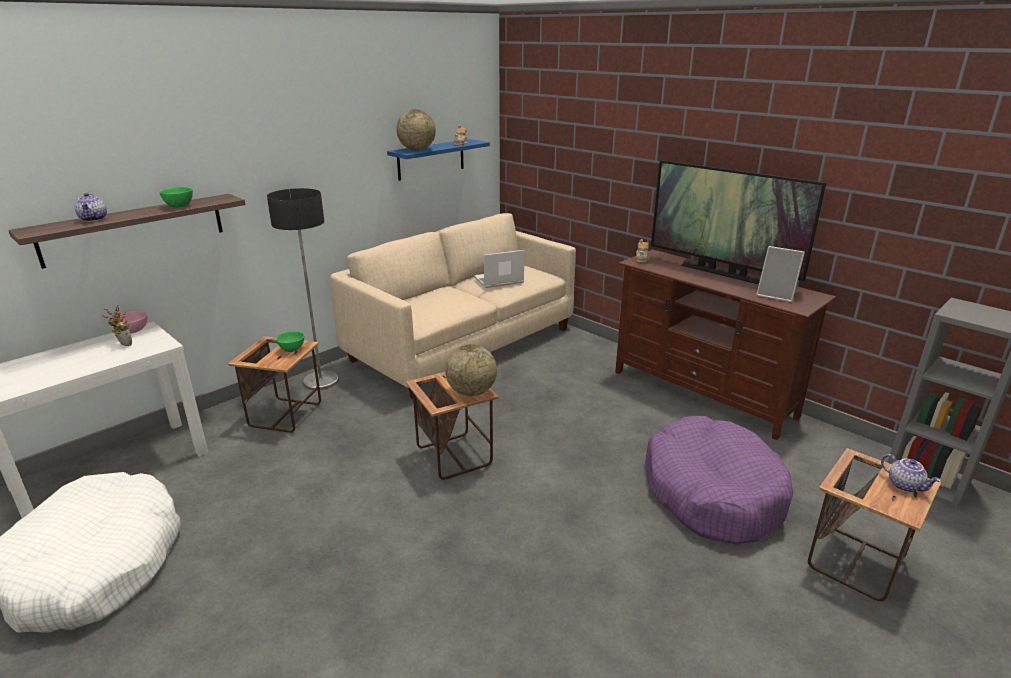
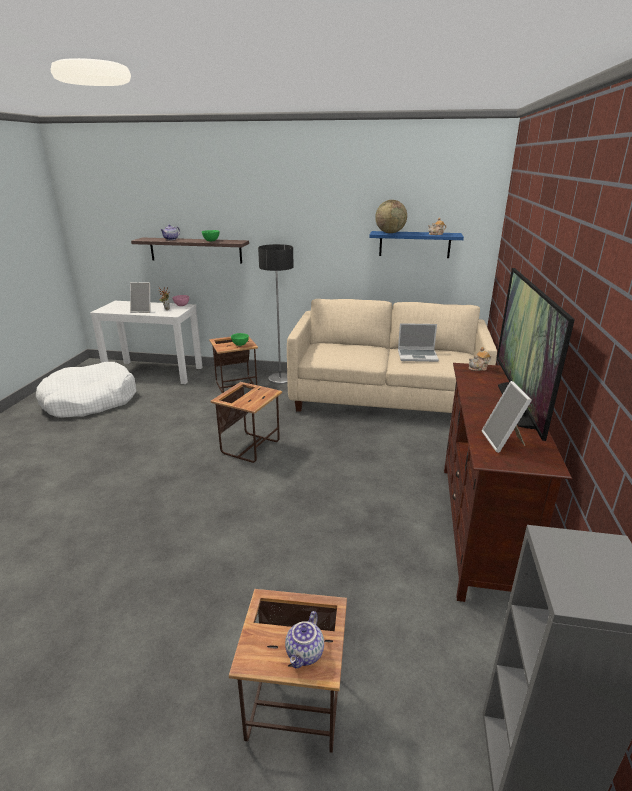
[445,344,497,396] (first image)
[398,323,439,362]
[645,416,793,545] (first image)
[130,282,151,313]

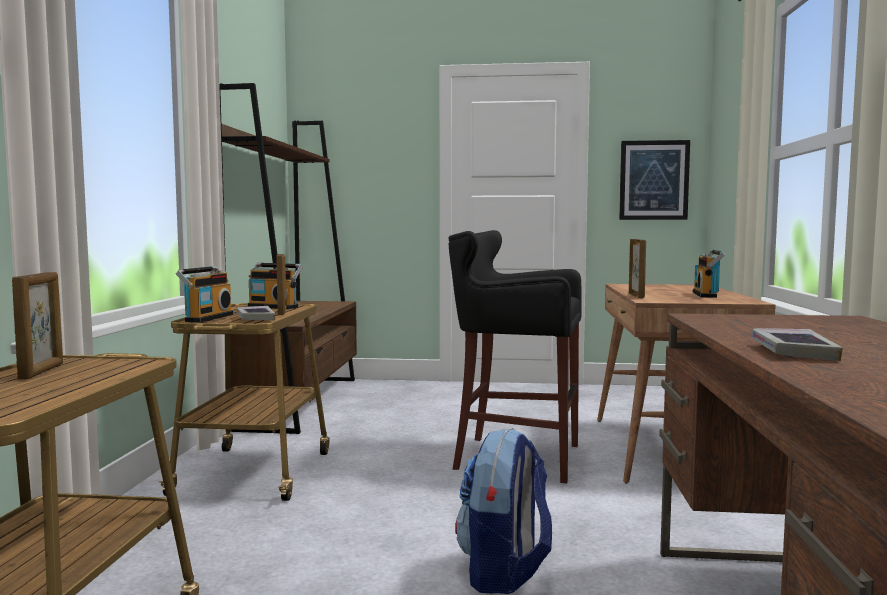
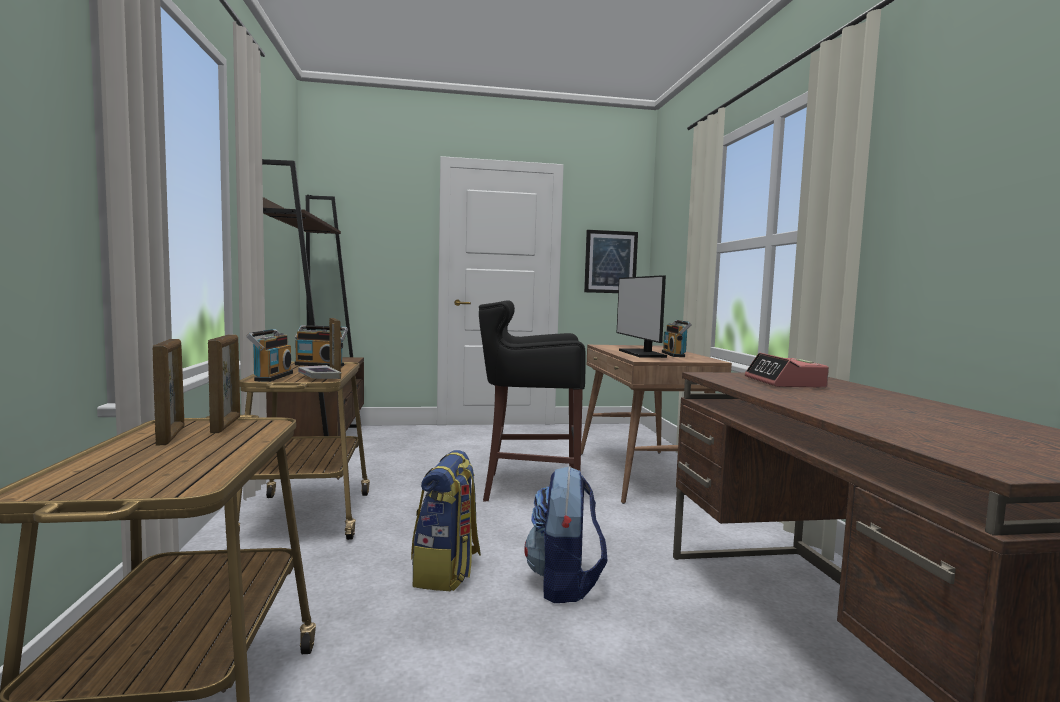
[208,334,240,433]
[751,328,843,361] (first image)
[411,450,481,591]
[617,275,667,358]
[745,353,829,388]

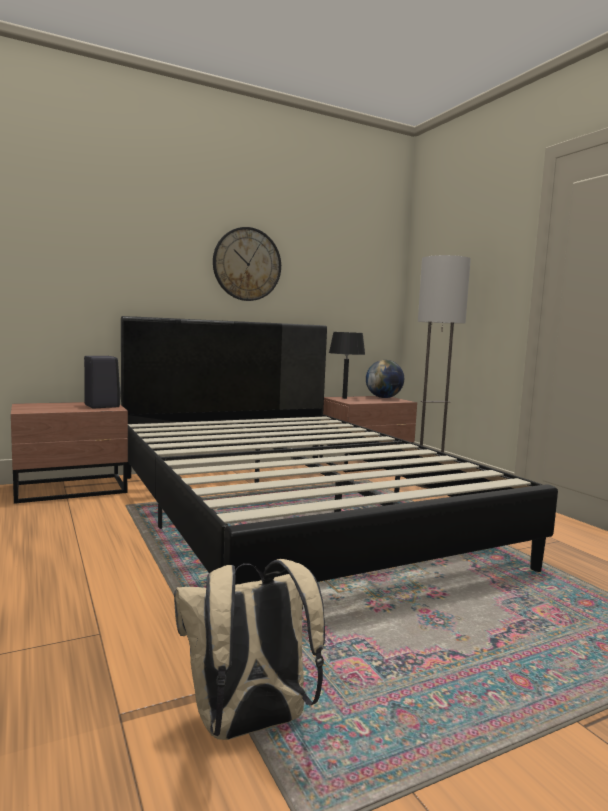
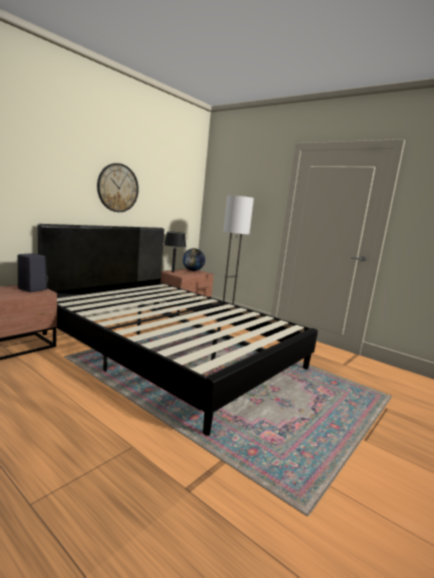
[174,559,325,740] (first image)

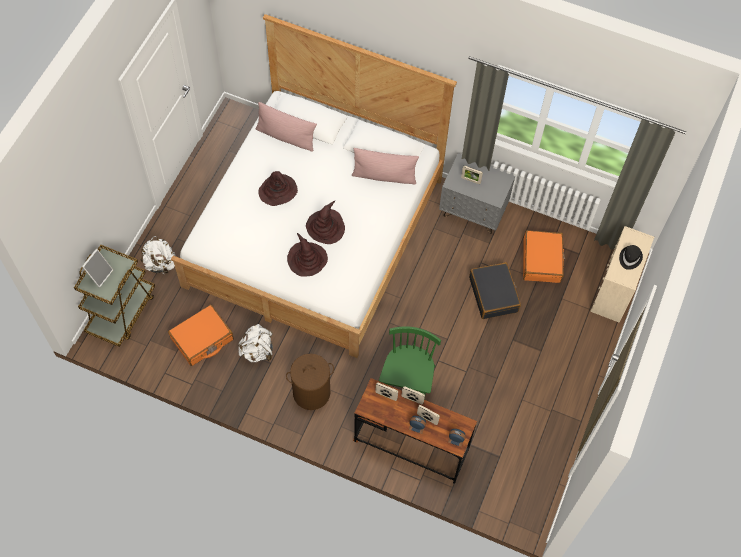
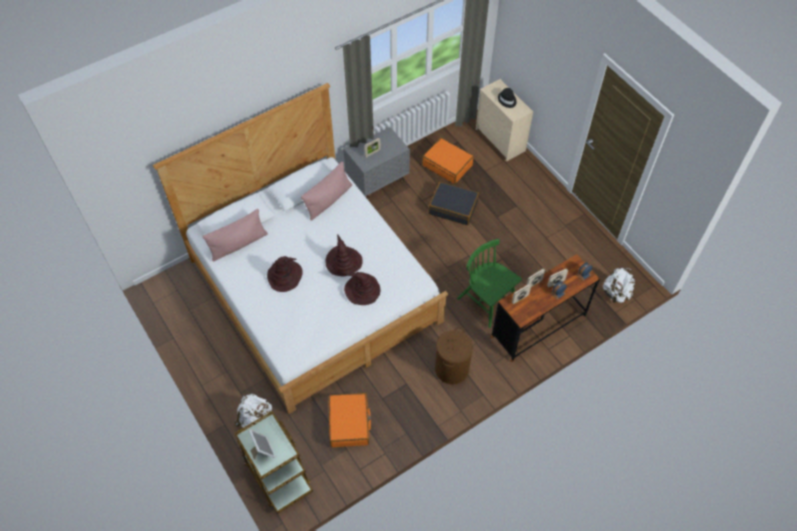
[603,268,635,303]

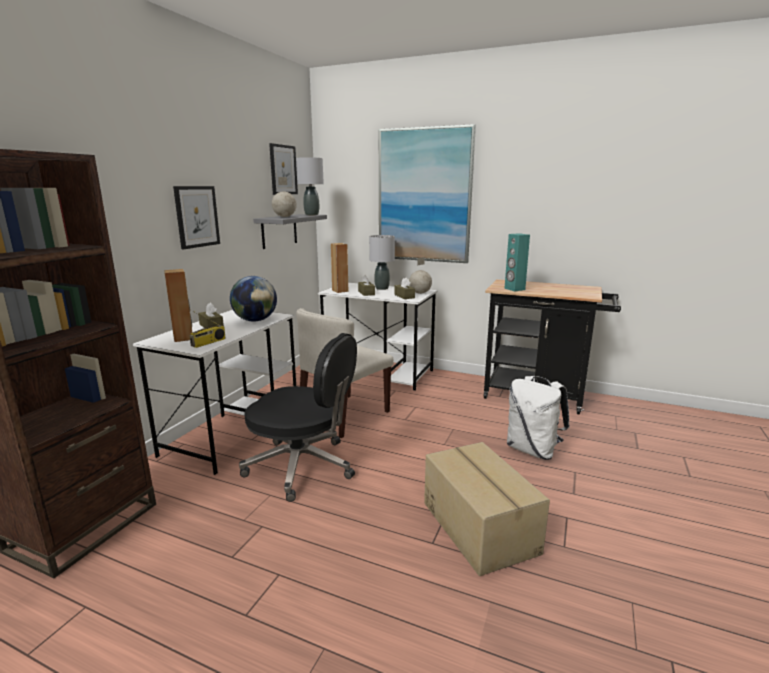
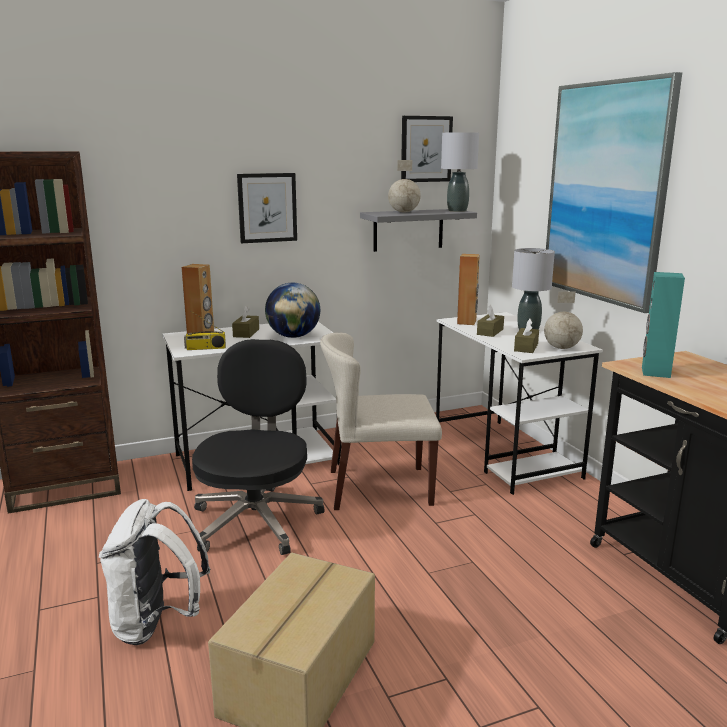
[192,339,325,555]
[99,499,210,645]

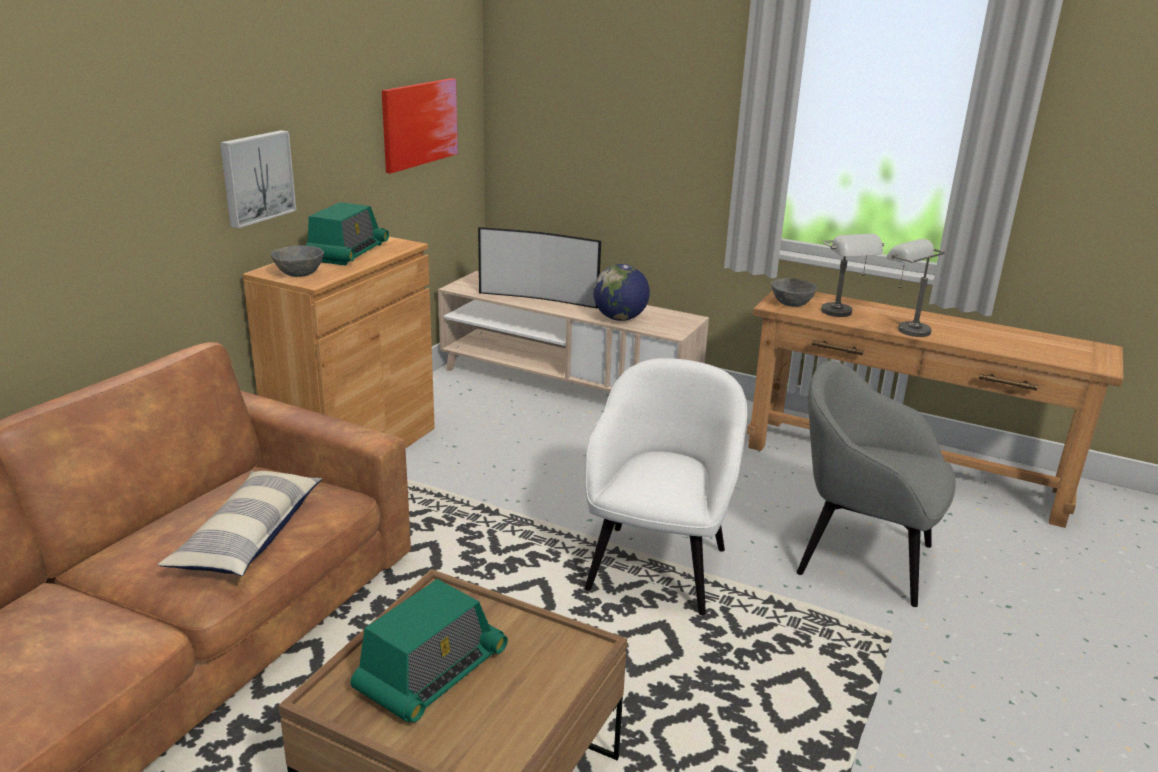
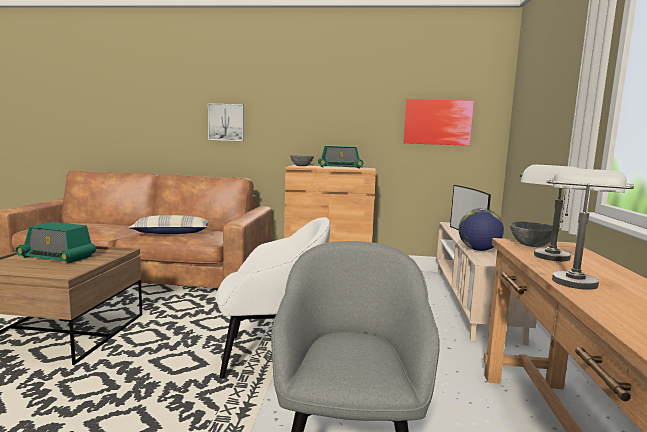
[208,103,244,141]

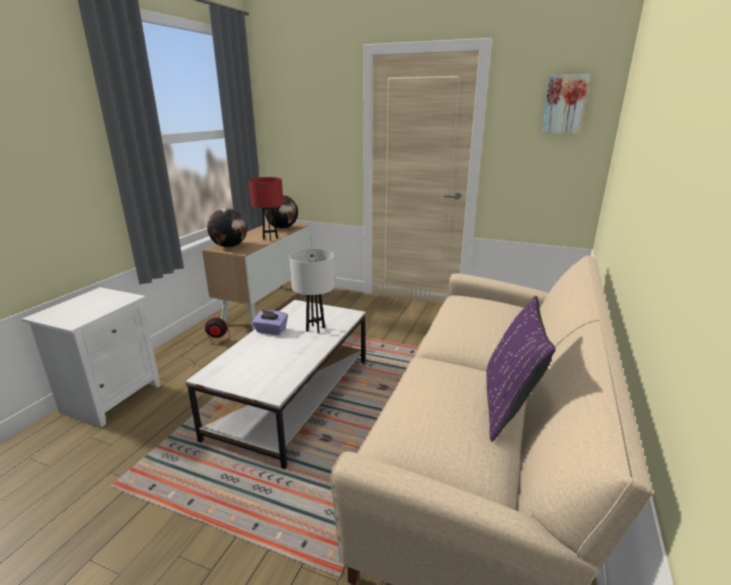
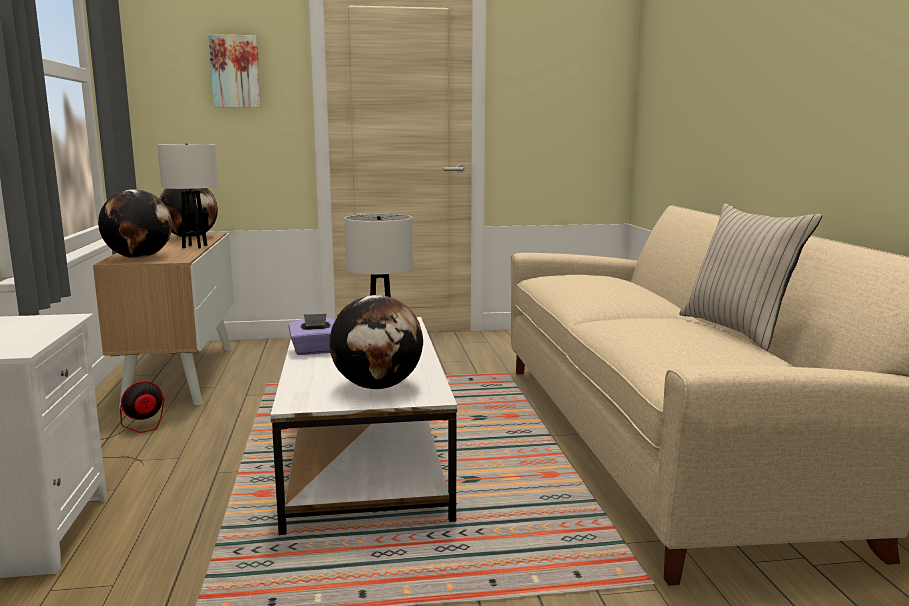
[157,144,218,248]
[679,203,822,351]
[209,34,261,108]
[329,295,423,389]

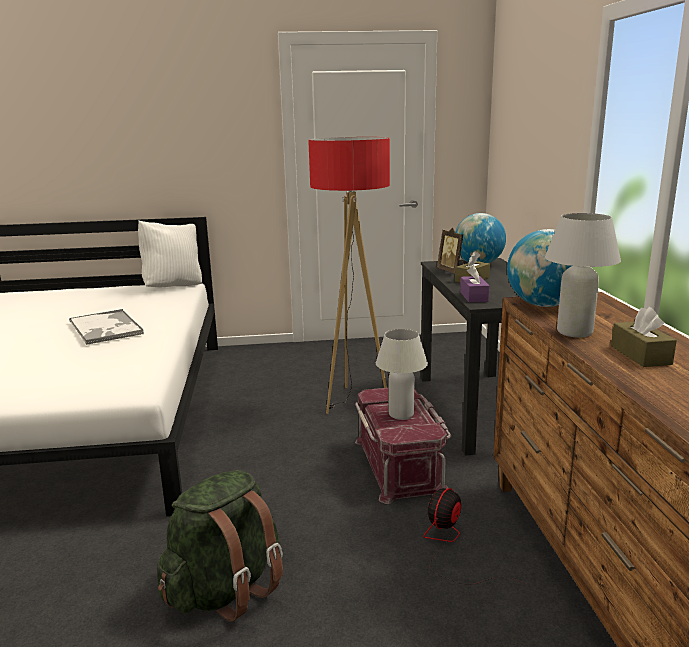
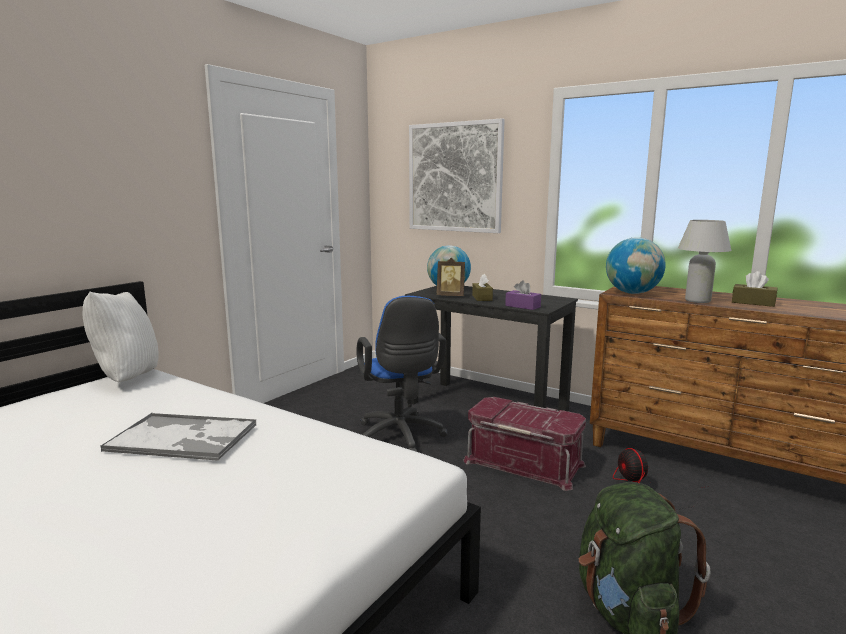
[356,296,447,452]
[376,329,428,420] (first image)
[409,119,505,233]

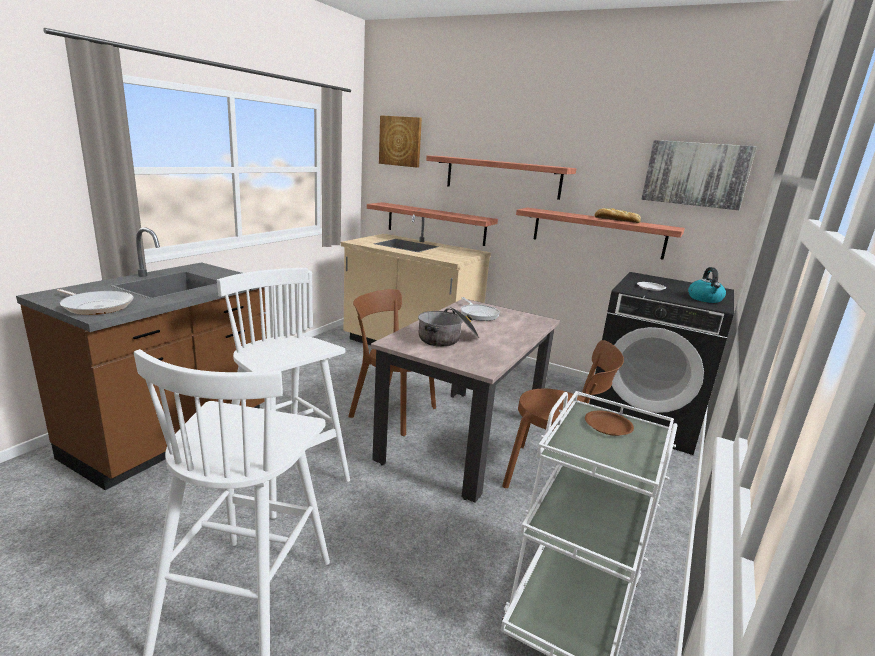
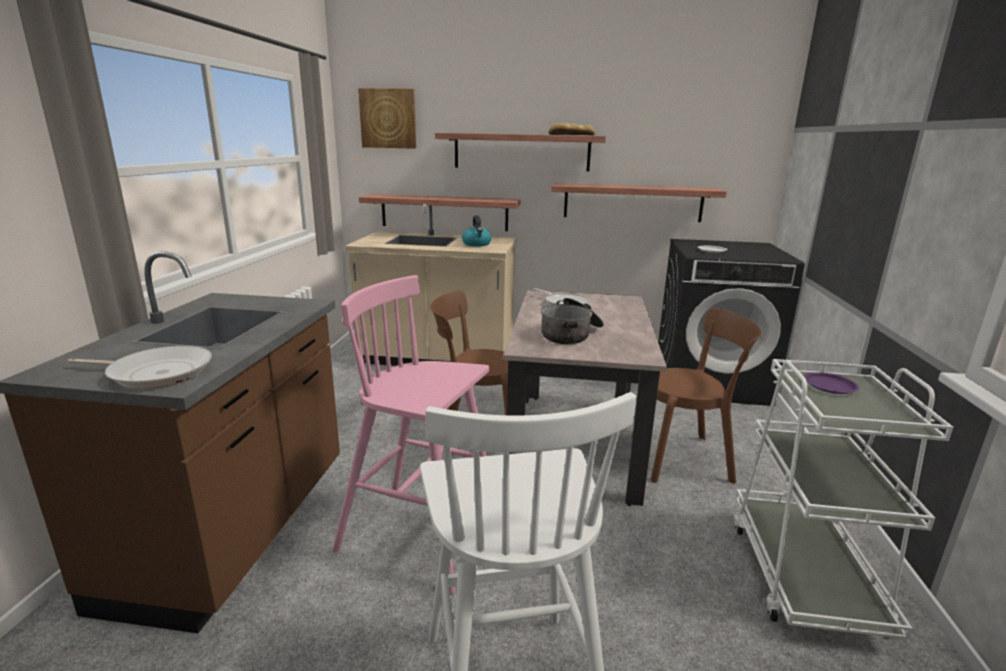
[332,275,489,594]
[804,372,859,394]
[548,123,596,135]
[641,140,757,210] (first image)
[462,215,492,246]

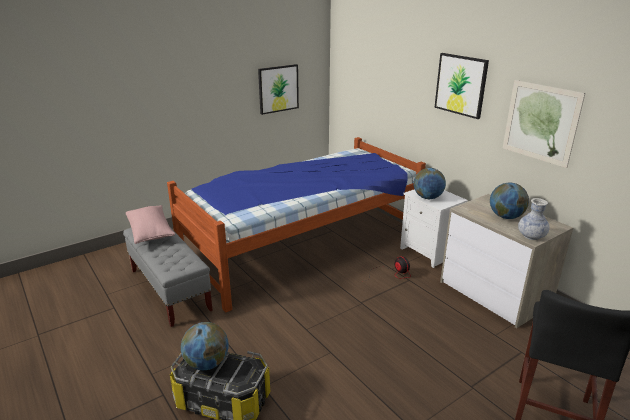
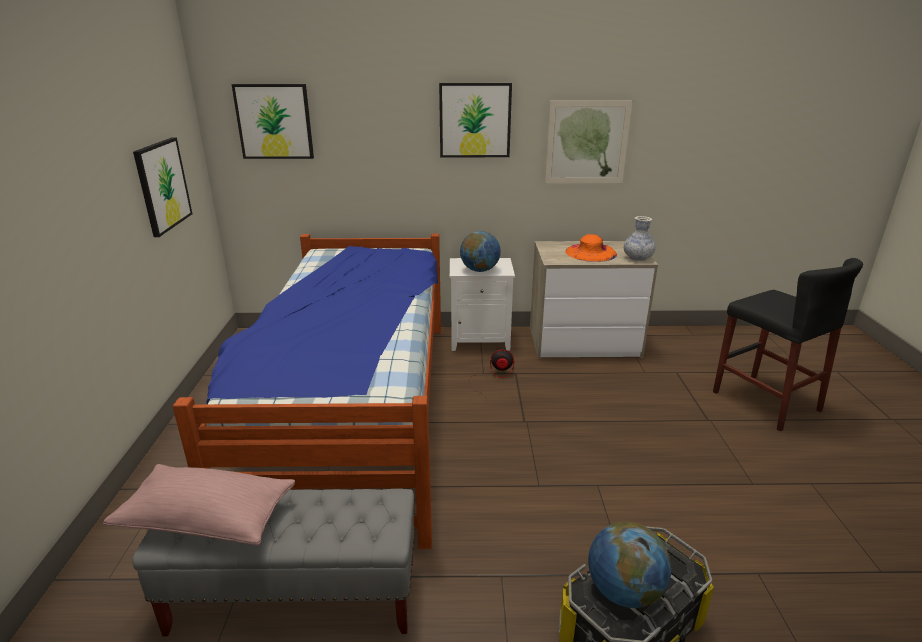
[565,234,617,262]
[231,84,314,159]

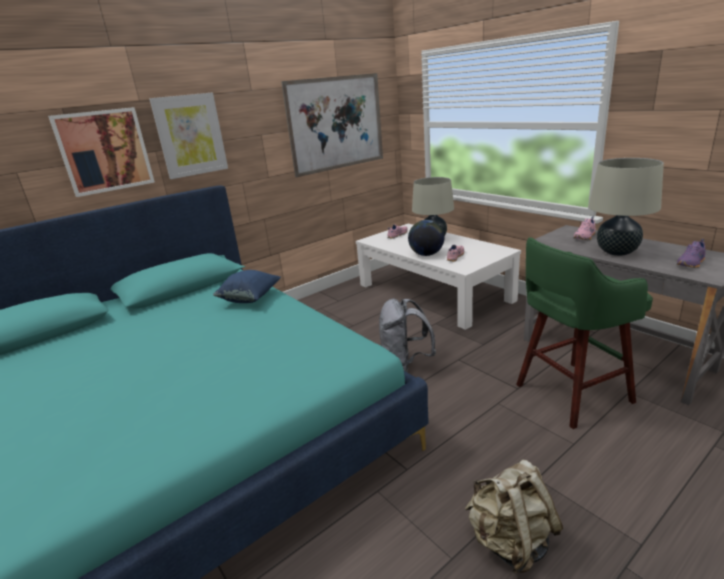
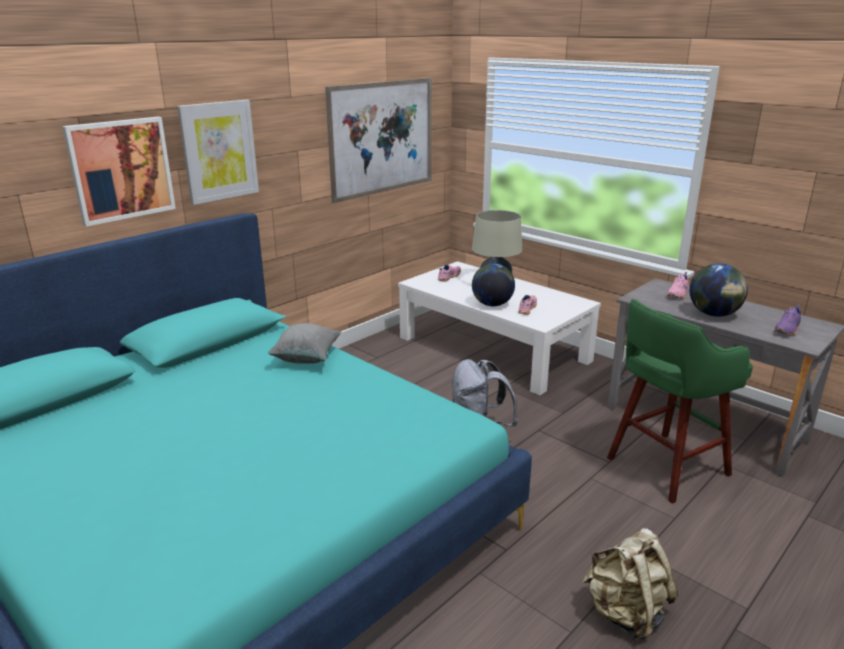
[268,323,341,364]
[690,263,748,317]

